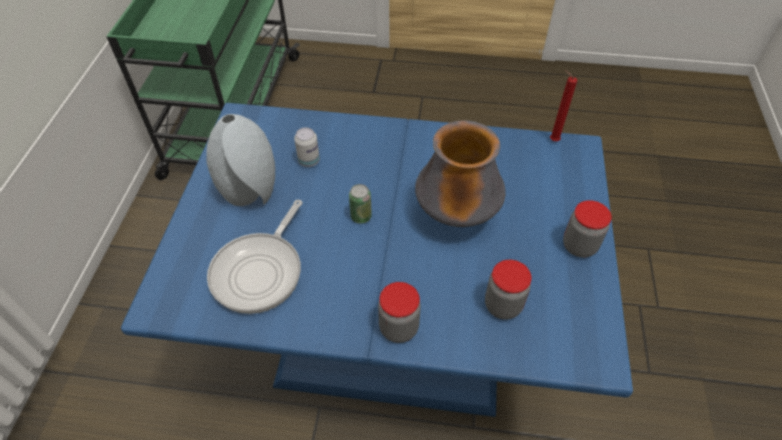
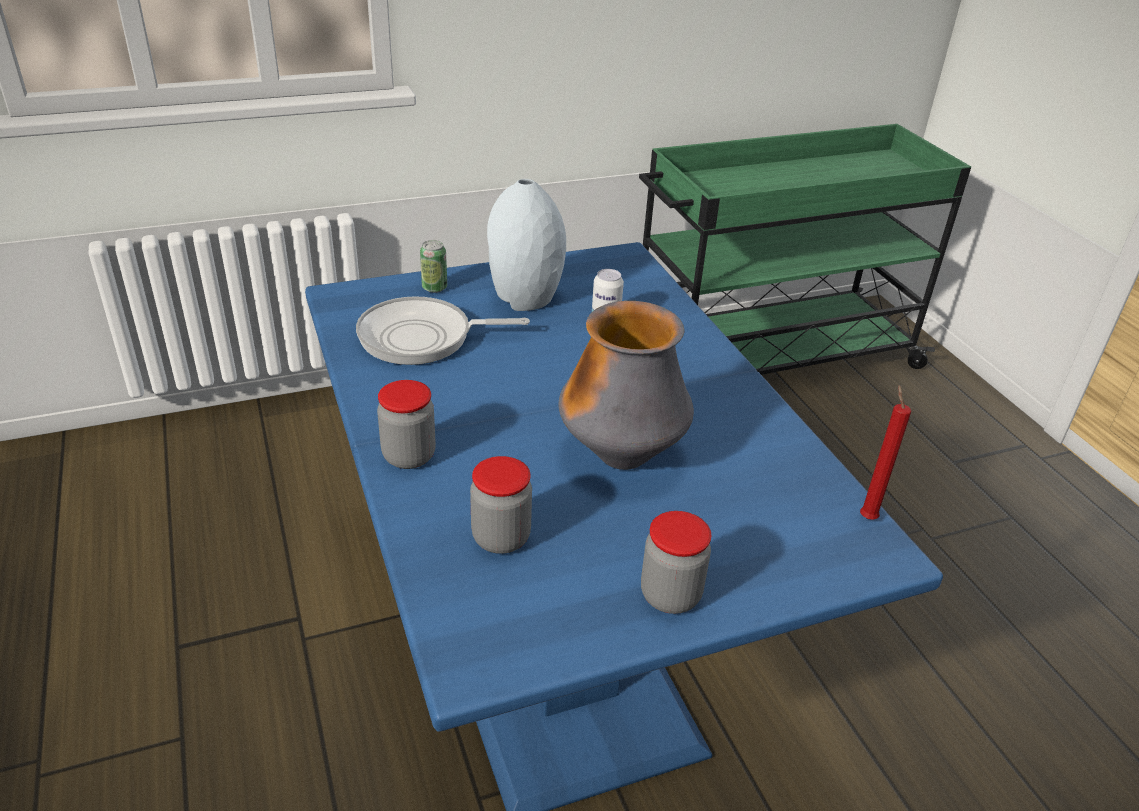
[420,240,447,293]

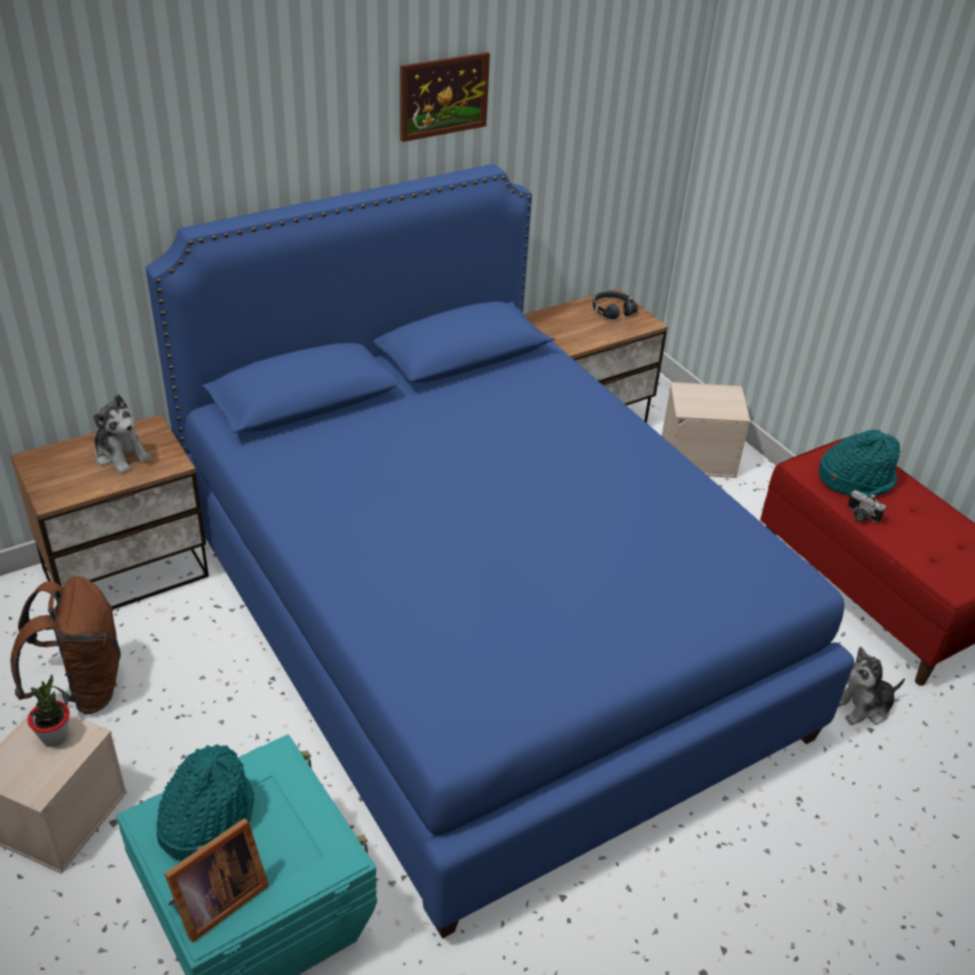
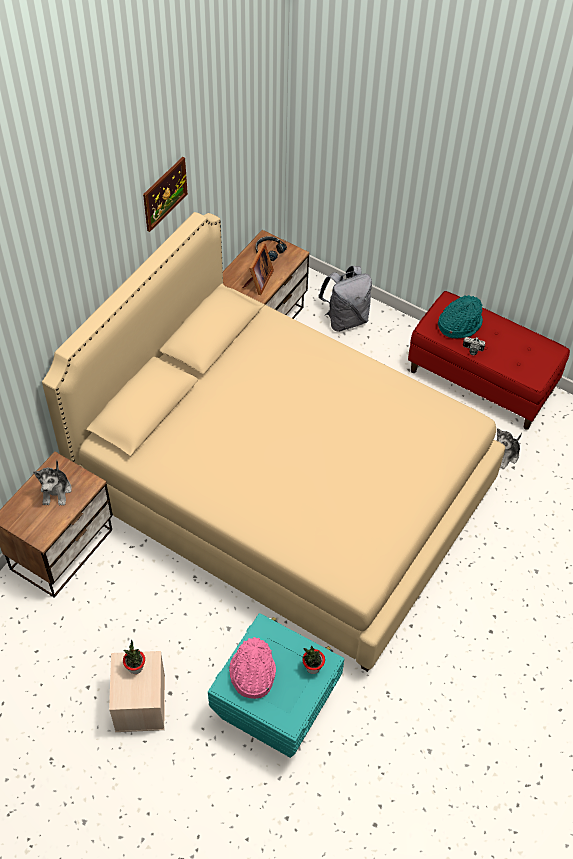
[10,576,121,714] (first image)
[33,460,72,506]
[42,212,505,672]
[229,637,276,699]
[243,243,274,295]
[318,266,372,332]
[302,646,325,674]

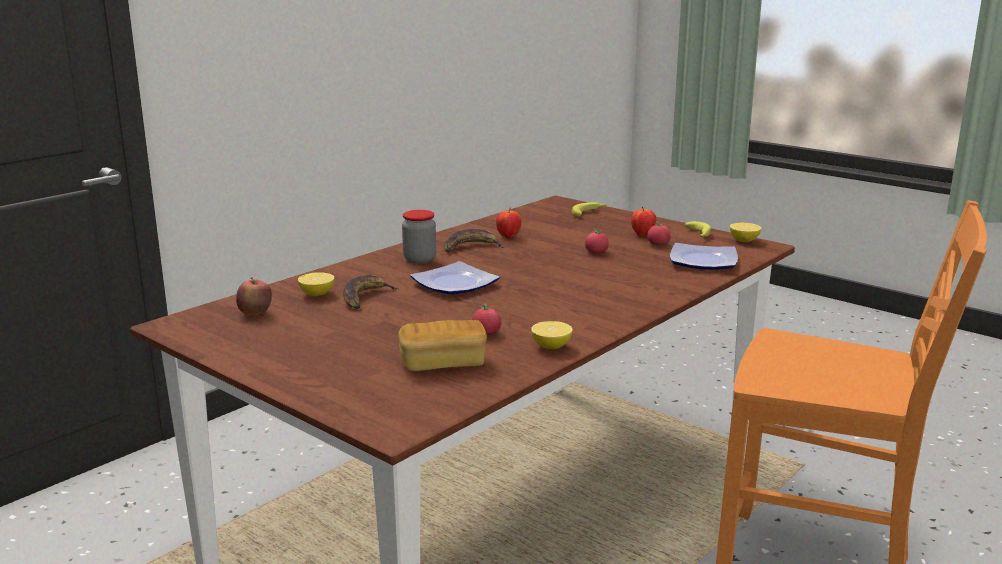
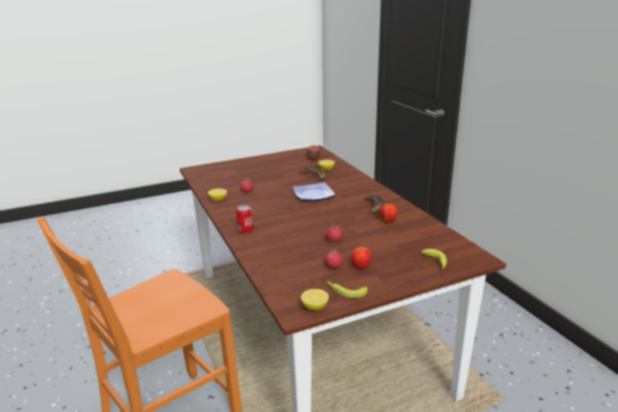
[399,320,487,371] (first image)
[402,210,436,264] (first image)
[670,243,738,270] (first image)
[236,205,253,234]

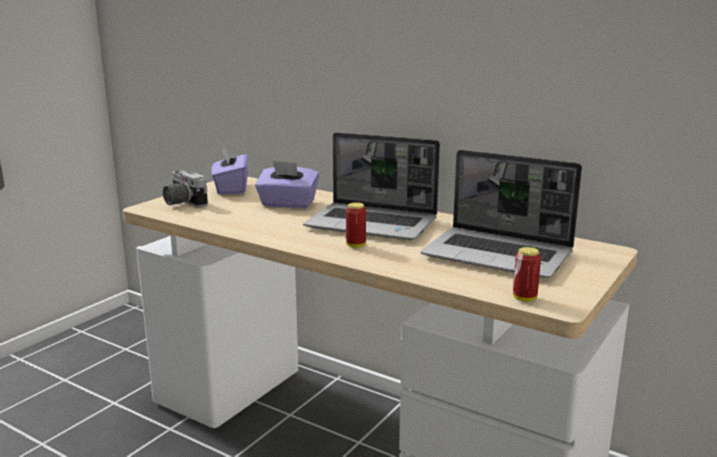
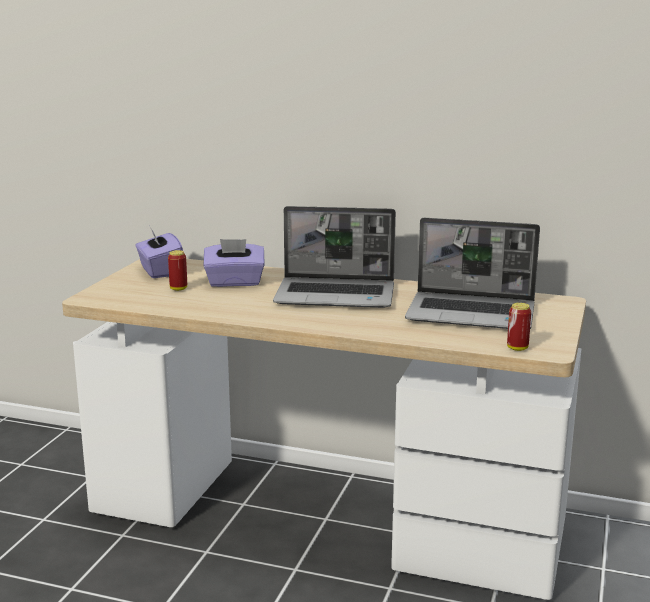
[163,170,208,208] (first image)
[168,250,187,291]

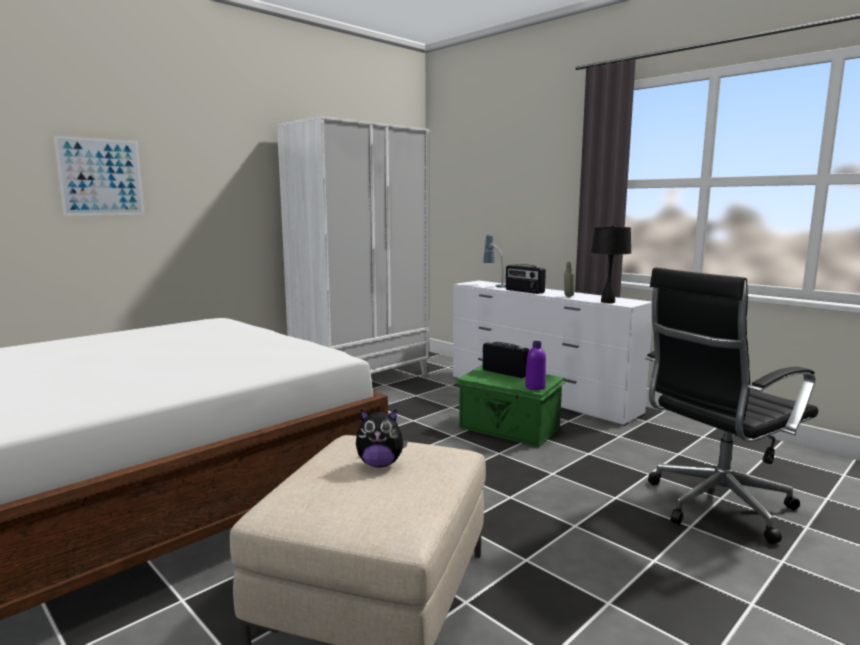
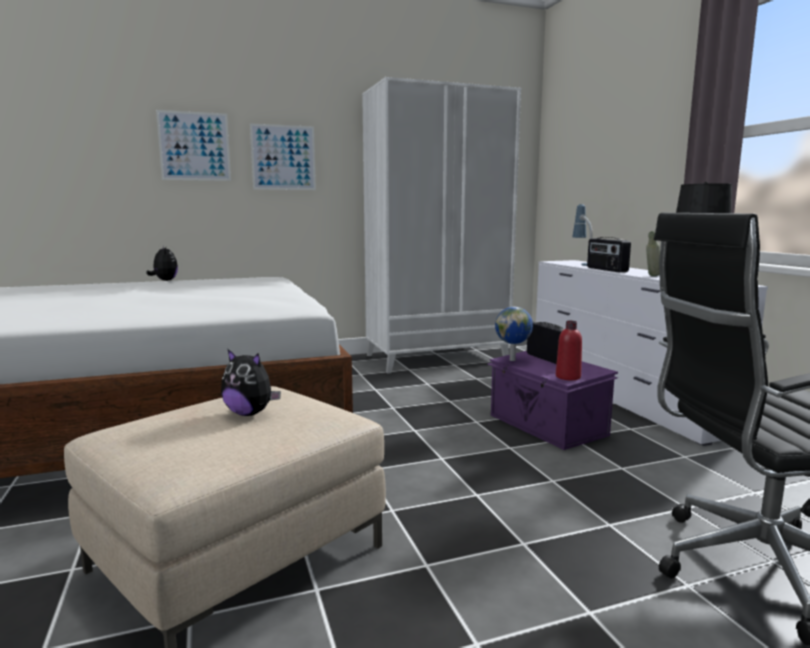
[488,351,618,450]
[556,321,582,380]
[146,245,178,281]
[250,123,316,190]
[495,307,533,361]

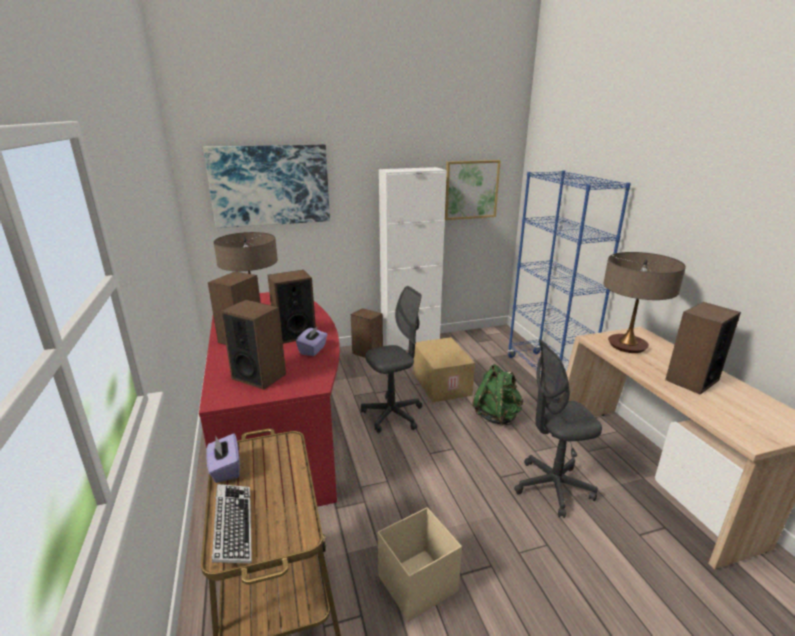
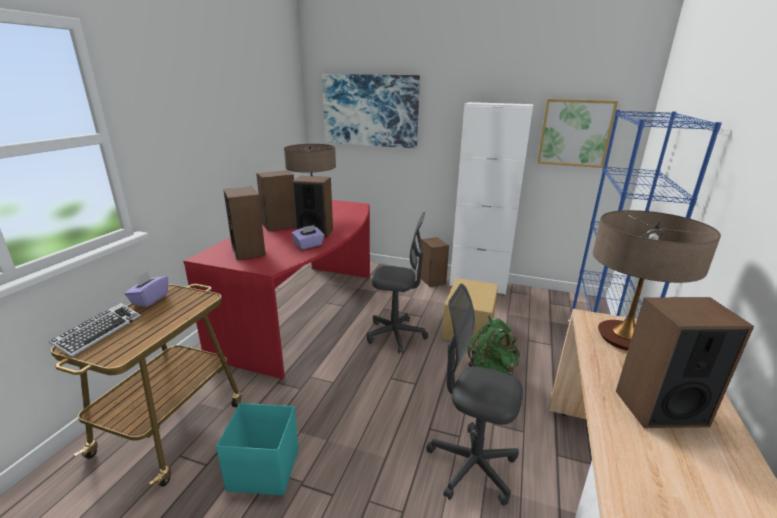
[216,403,299,495]

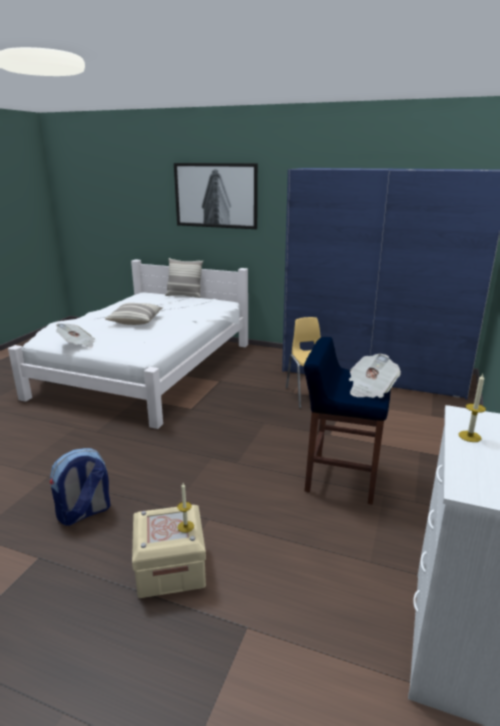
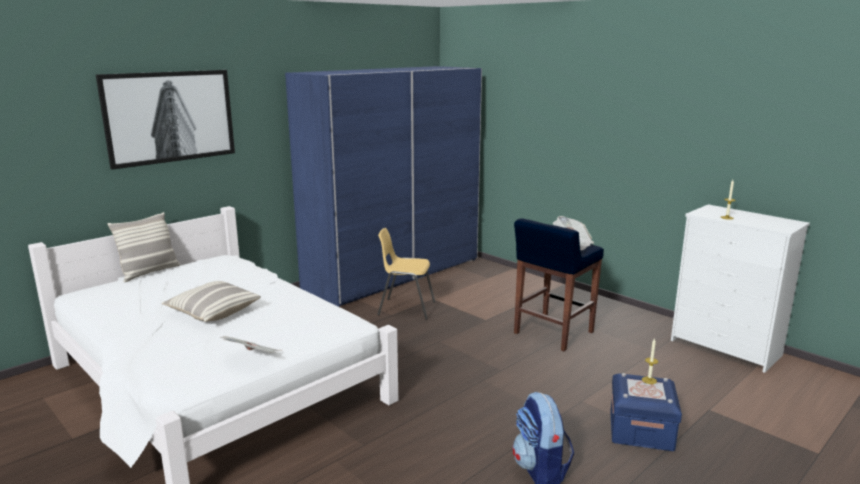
[610,373,682,451]

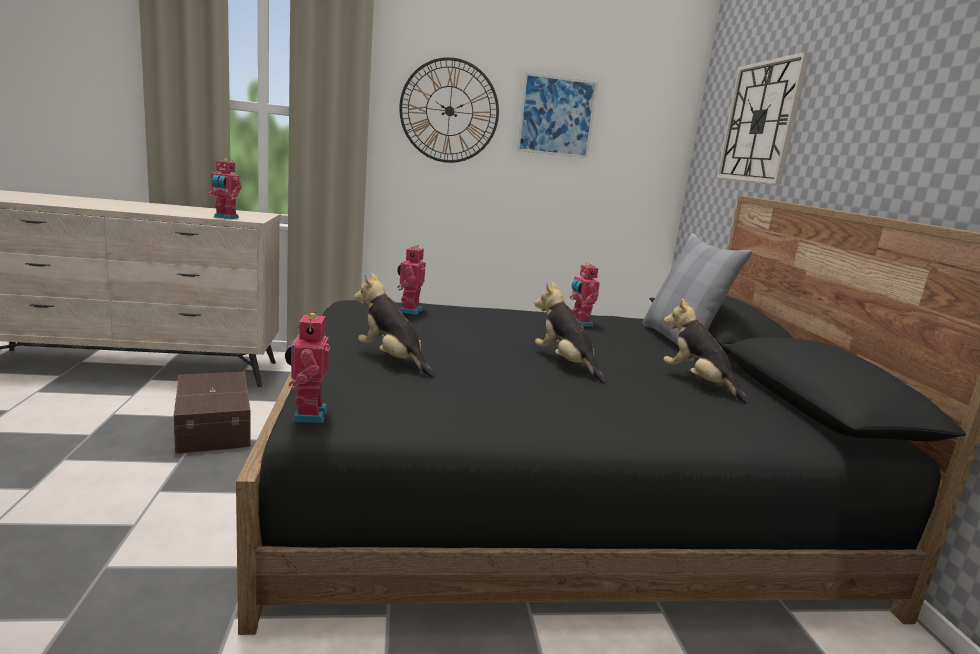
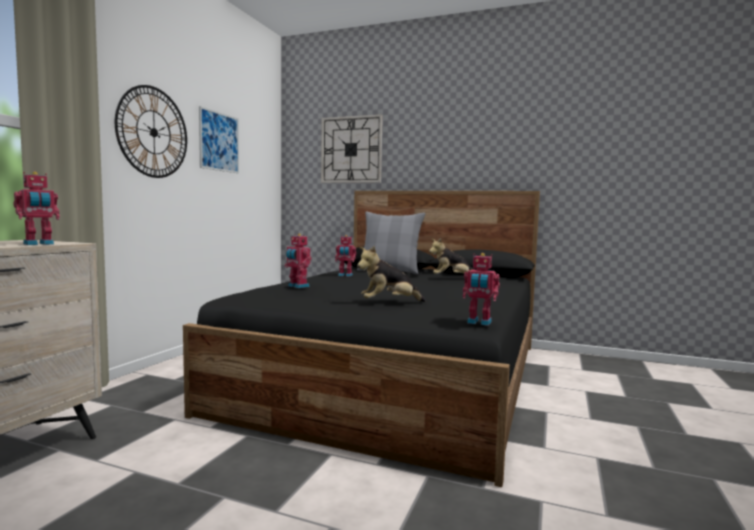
[174,372,251,454] (first image)
[534,282,606,383] (first image)

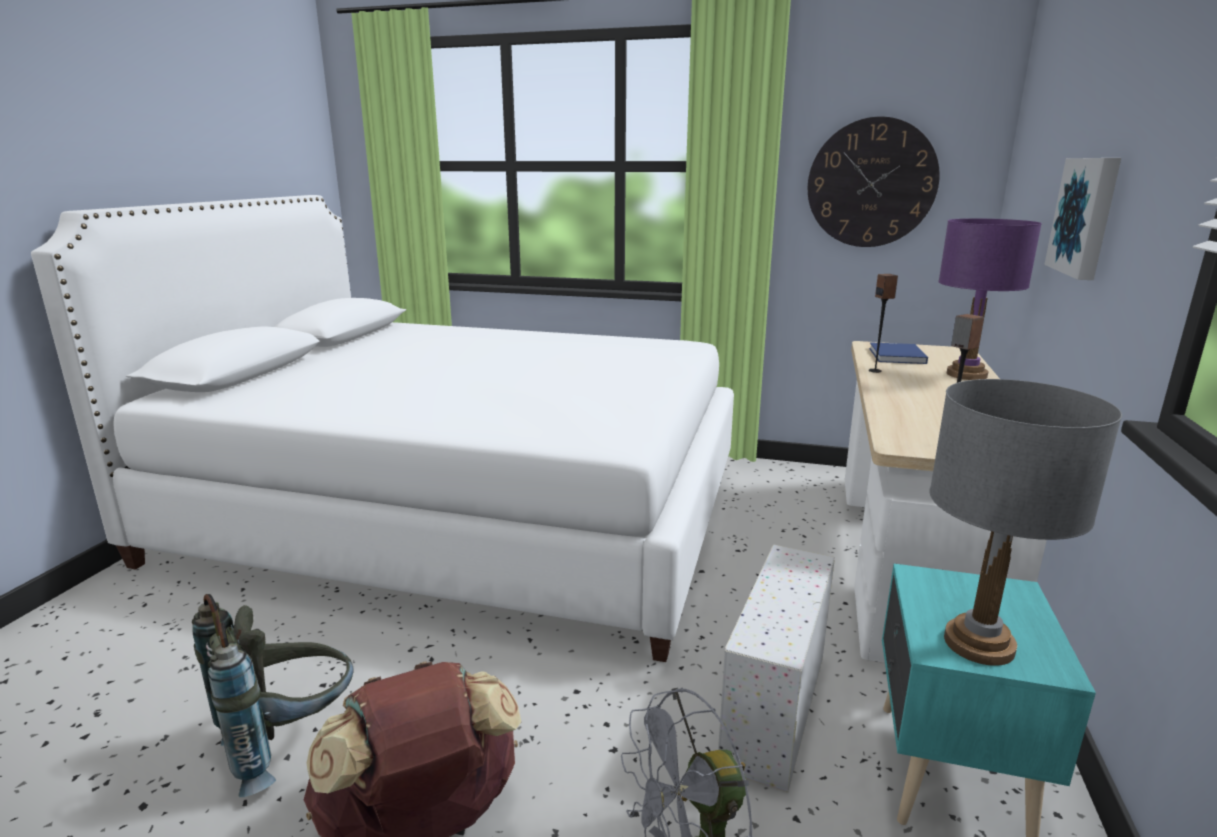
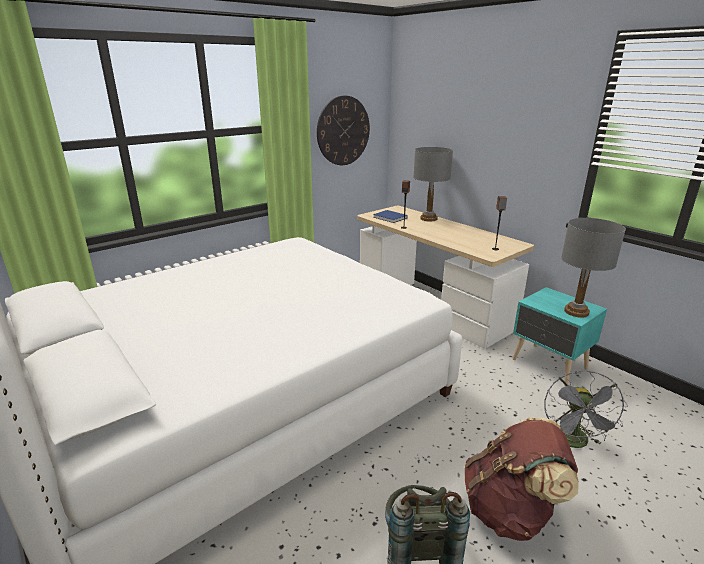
[718,545,835,793] (first image)
[413,147,453,221]
[1044,158,1121,280] (first image)

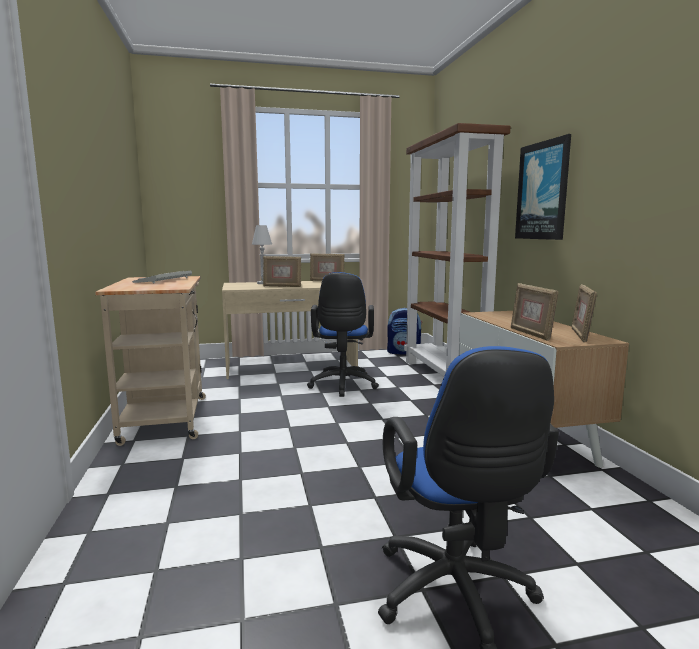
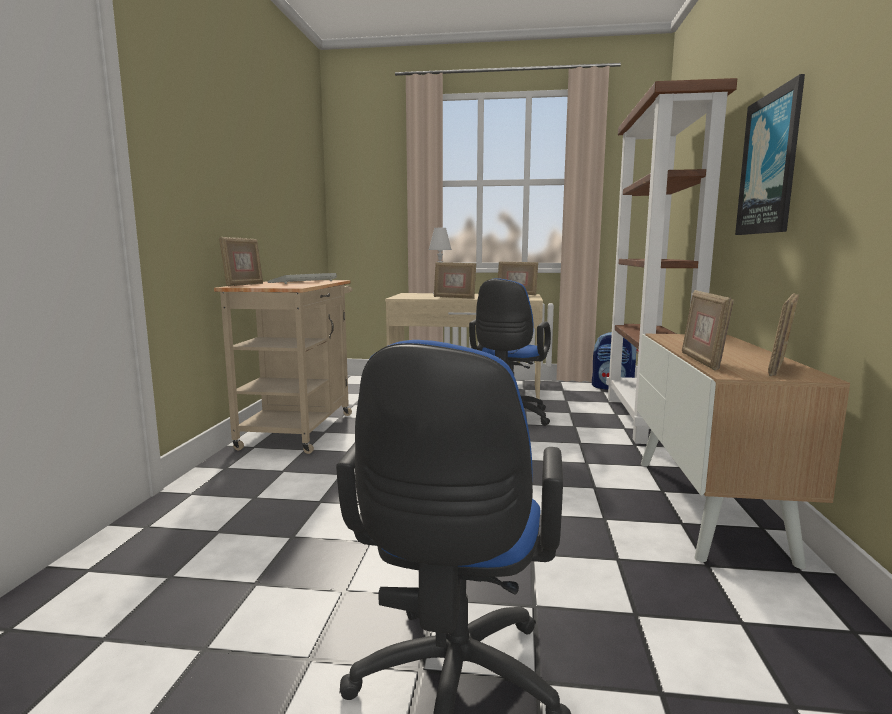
[219,237,263,287]

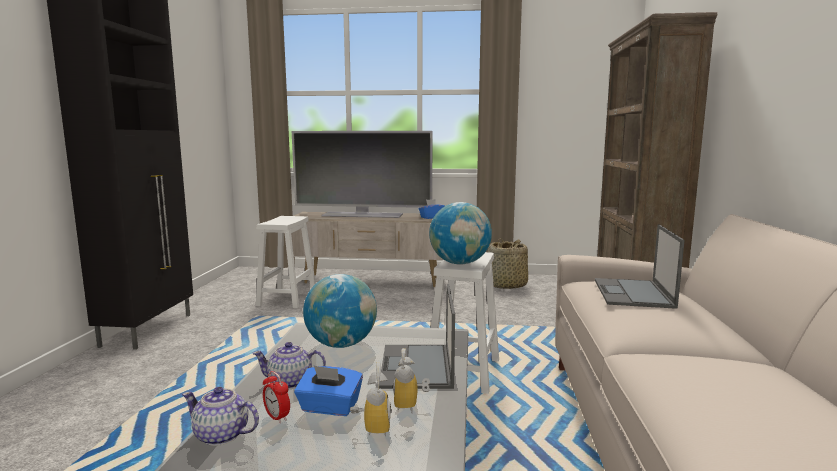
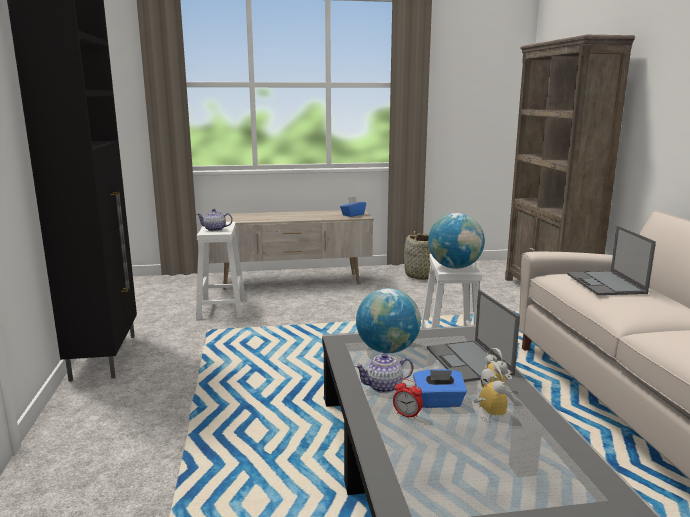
[197,209,233,231]
[292,131,433,218] (first image)

